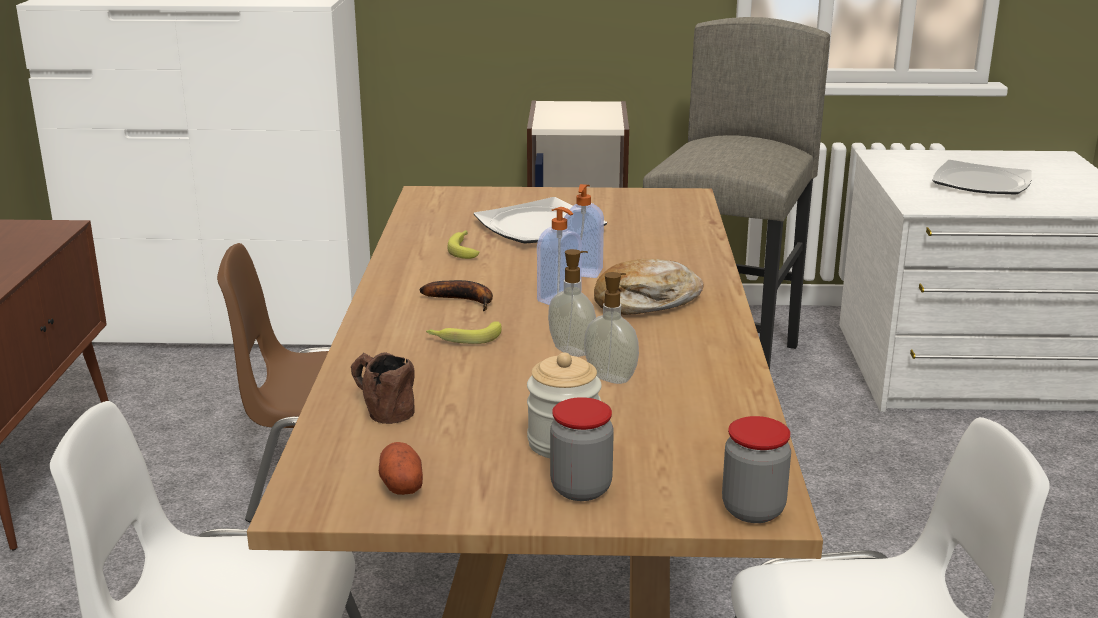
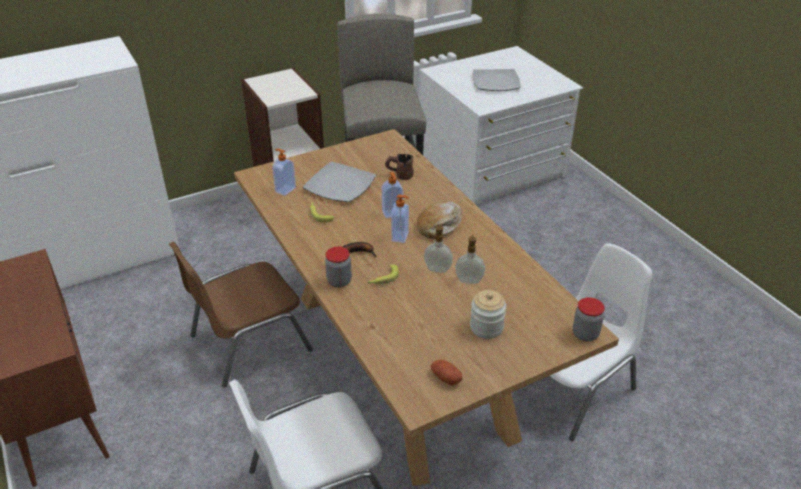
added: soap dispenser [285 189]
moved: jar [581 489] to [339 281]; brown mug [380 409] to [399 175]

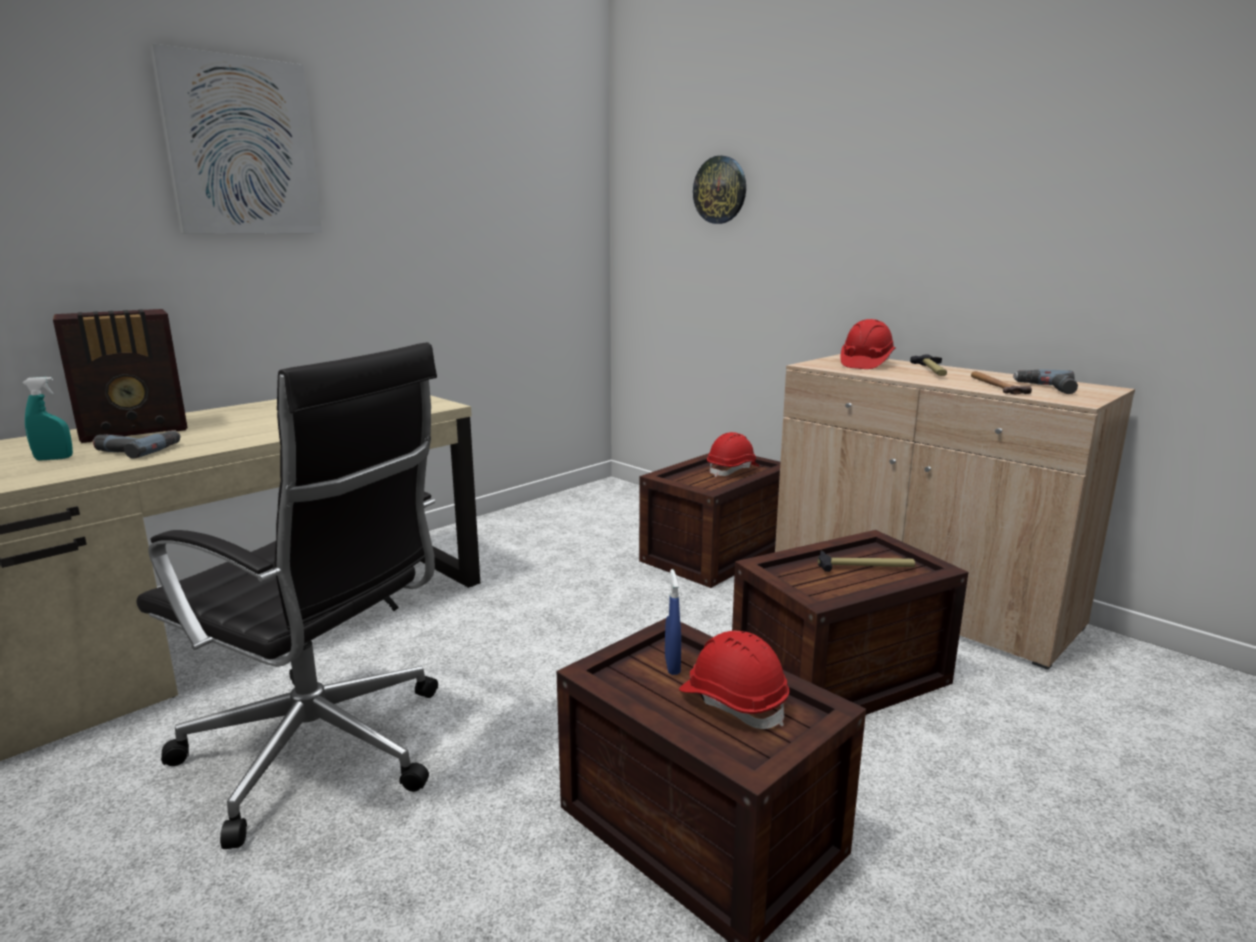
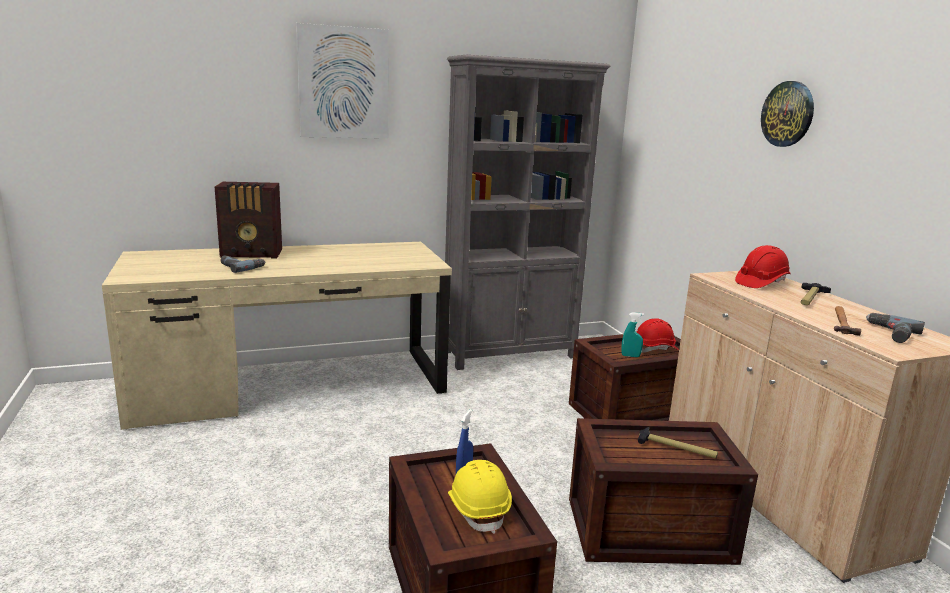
removed: black office chair [322 752]
added: grey bookcase [510 354]
moved: turquoise spray bottle [54 459] to [630 356]; wall clock [720 190] to [788 114]
recoloured: red hard hat [733 702] to yellow hard hat [478 509]

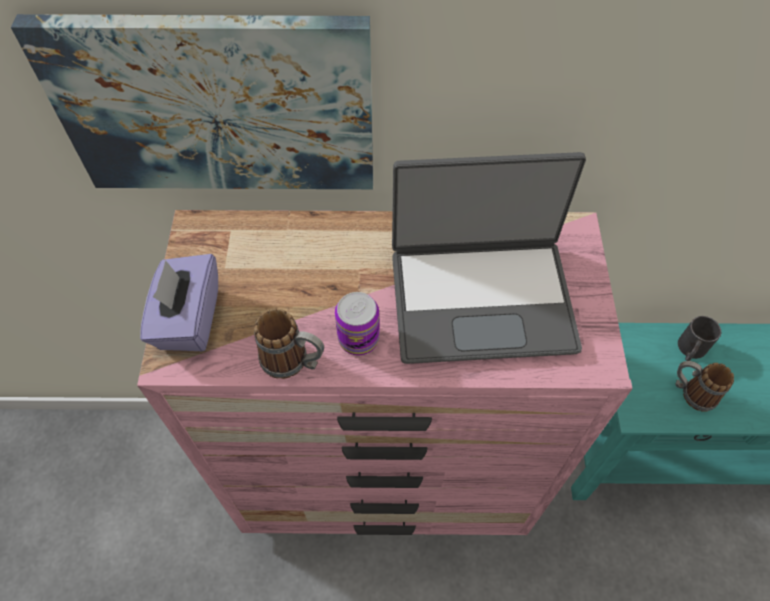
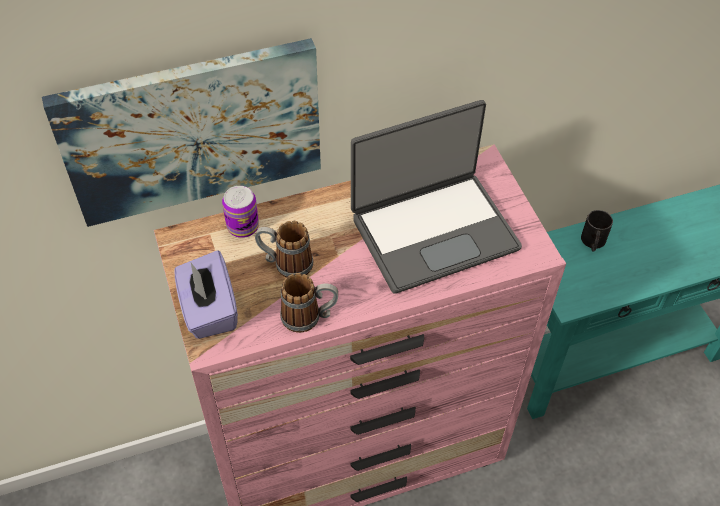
moved: can [358 339] to [243 226]; mug [691 392] to [285 264]

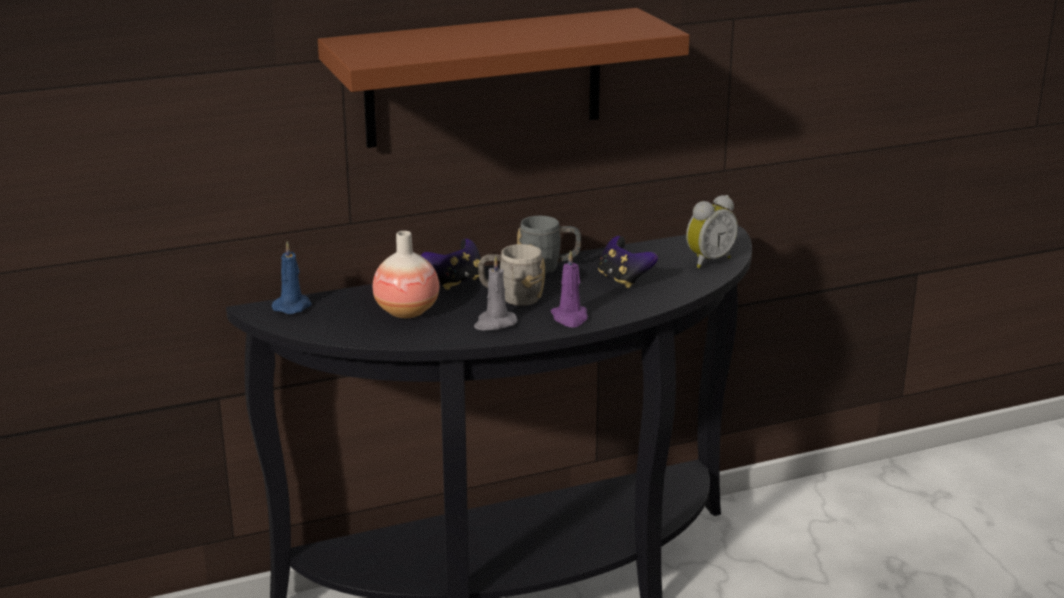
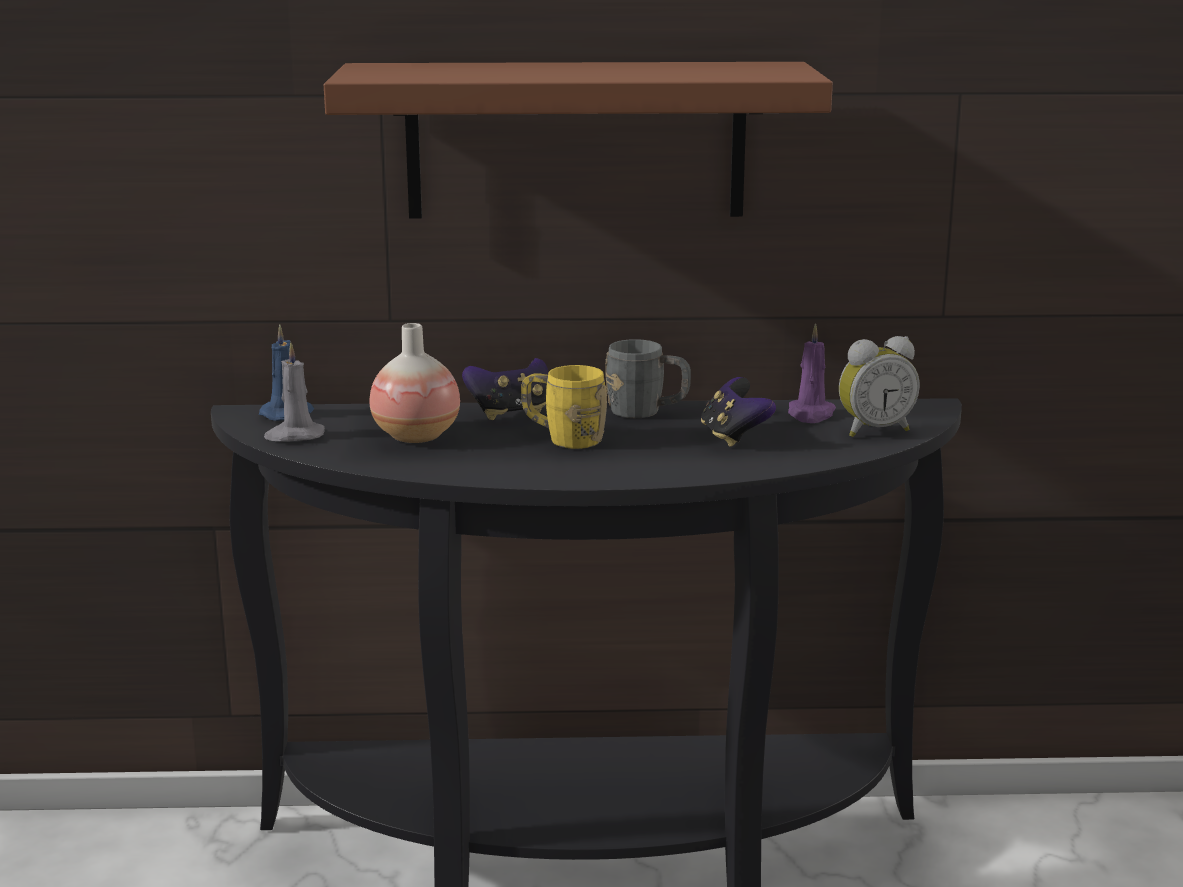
moved: grey candle [494 323] to [294 436]; purple candle [570 318] to [810 414]
recoloured: grey mug [512 298] to yellow mug [564 439]

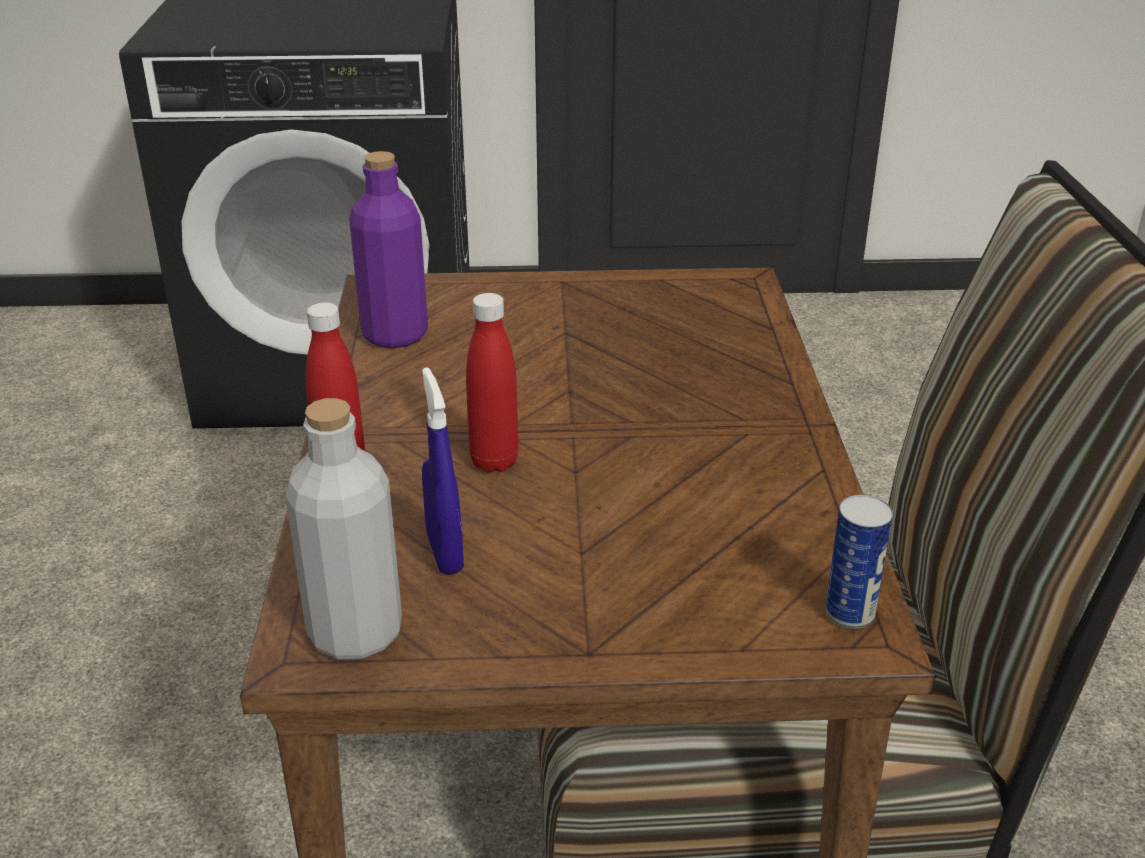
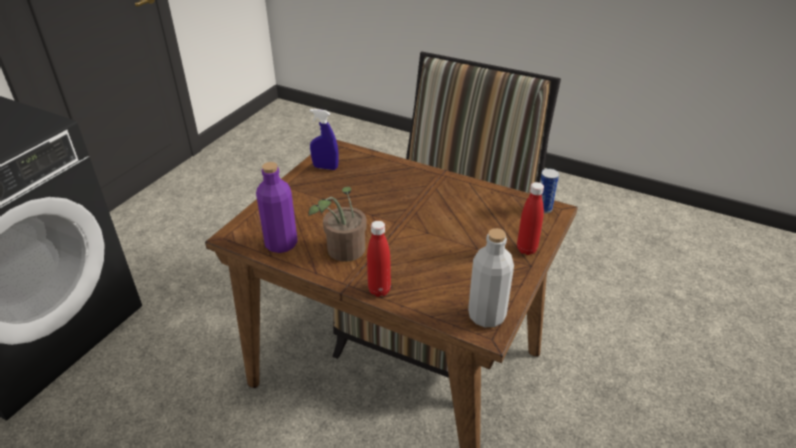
added: potted plant [343 252]
moved: blue spray bottle [445 554] to [325 167]; red bottle [494 462] to [526 249]

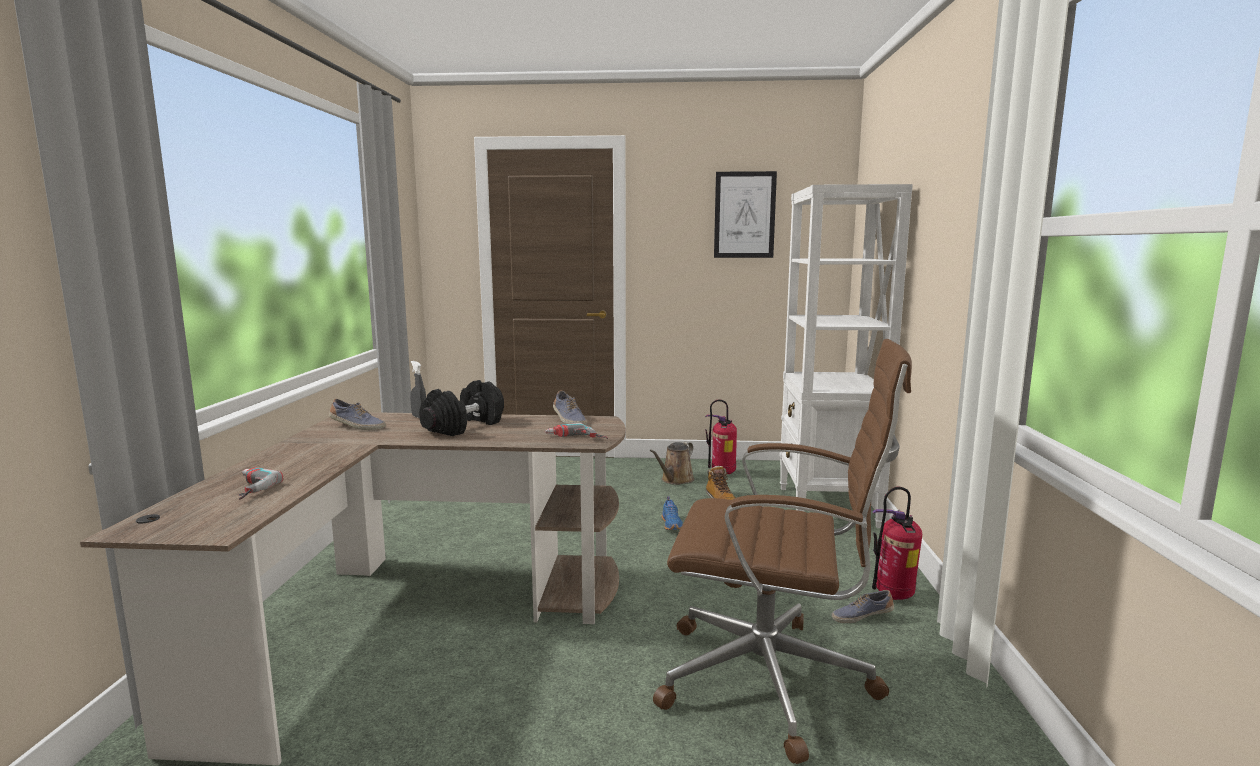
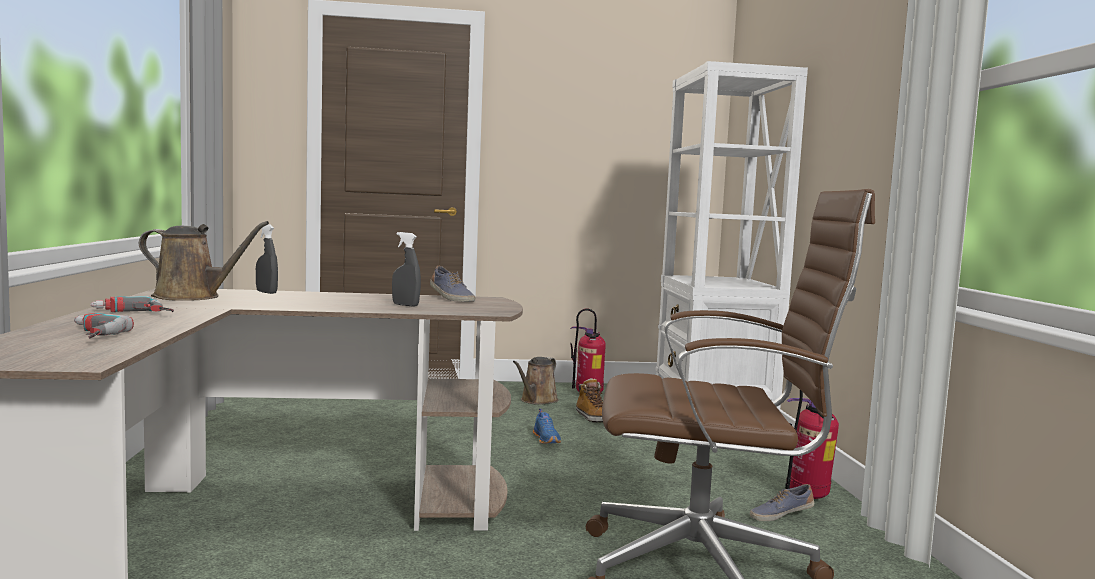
removed: black dumbbell [464 426]; picture [744 215]
added: grey spray bottle [405 305]
moved: power drill [575 439] to [131 314]
replaced: shoe [357 427] to brown watering can [192 297]

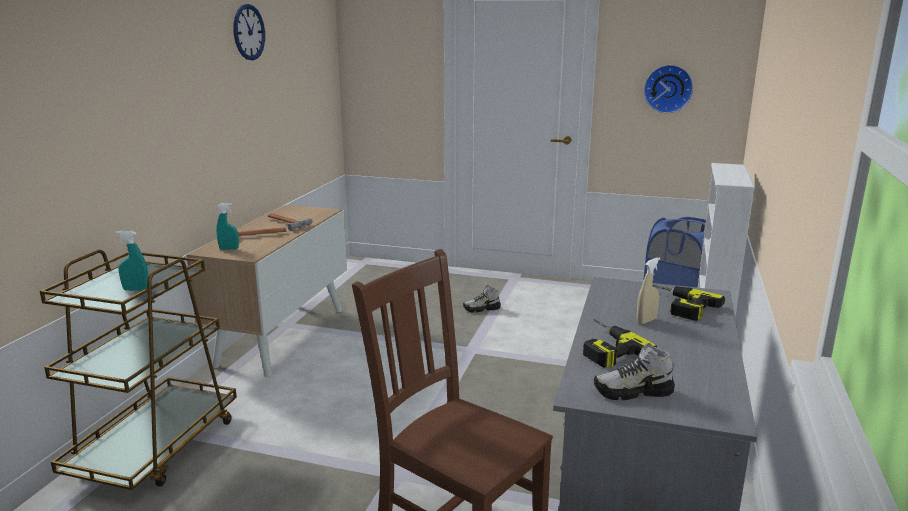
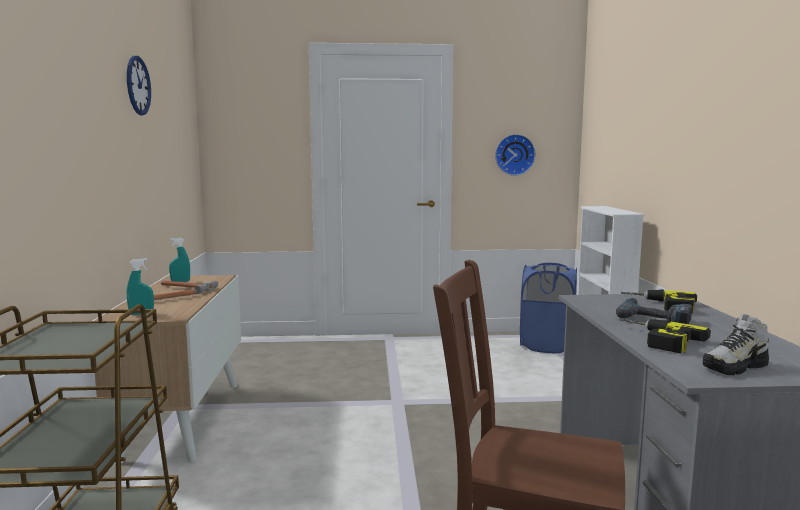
removed: shoe [481 309]
moved: turquoise spray bottle [136 289] to [180 281]
replaced: beige spray bottle [646 321] to power drill [654 318]

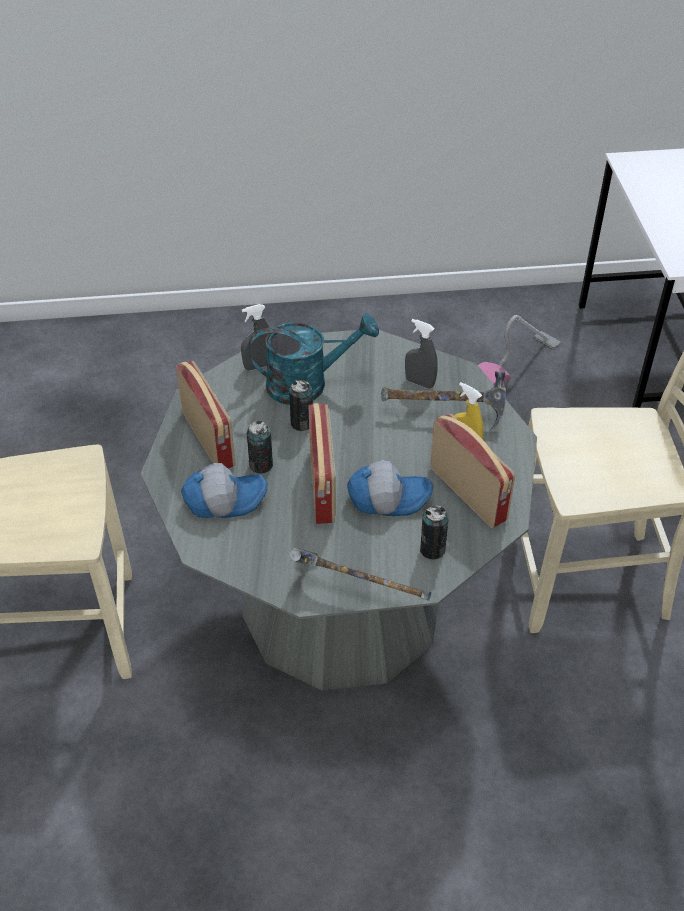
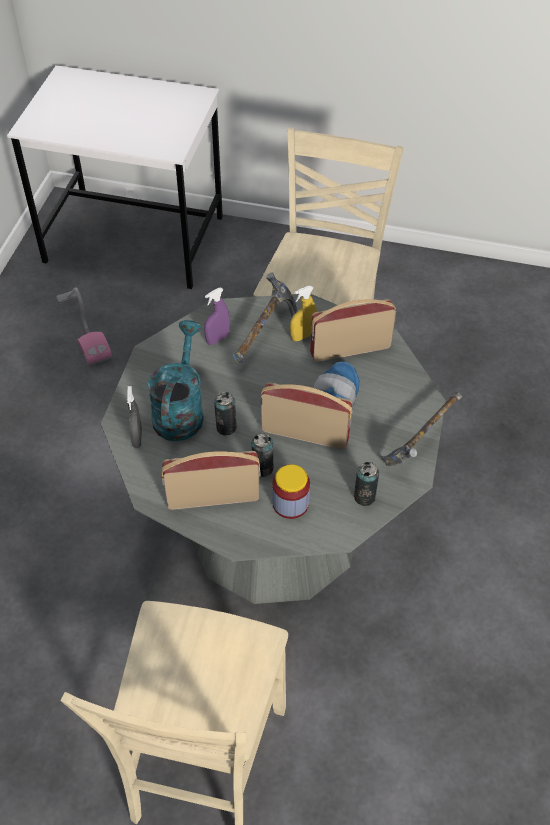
moved: can [432 550] to [364 497]
replaced: cap [224 499] to jar [290 503]
recoloured: grey spray bottle [419 383] to purple spray bottle [217 339]

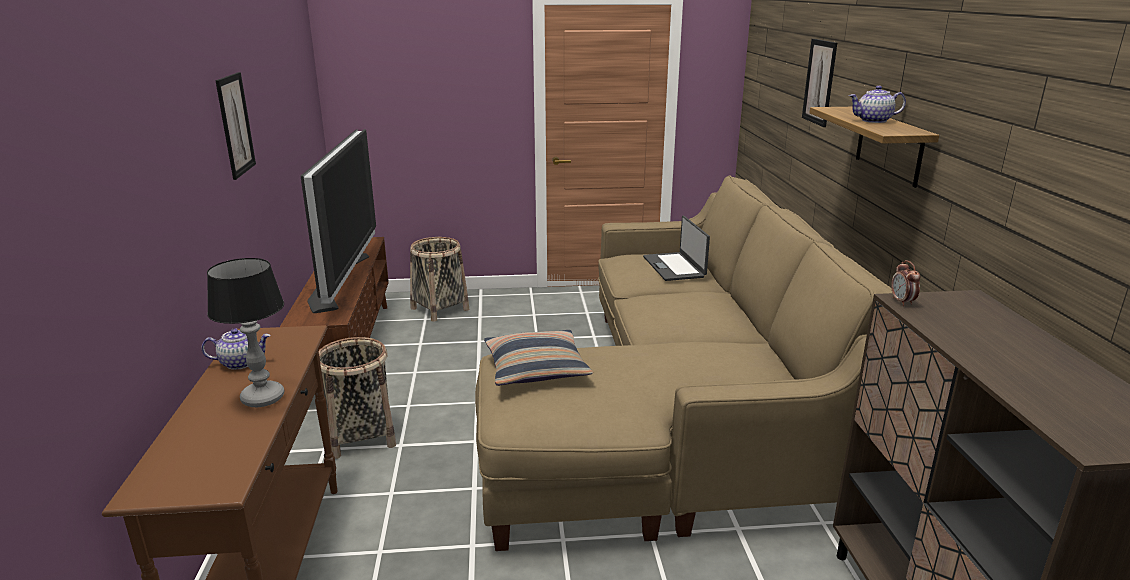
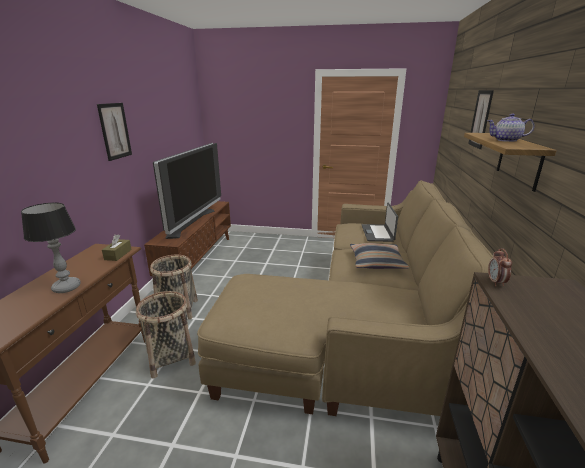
removed: teapot [240 363]
added: brown tissue box [118 254]
moved: basket [440 309] to [171 358]; pillow [536 368] to [376 262]

